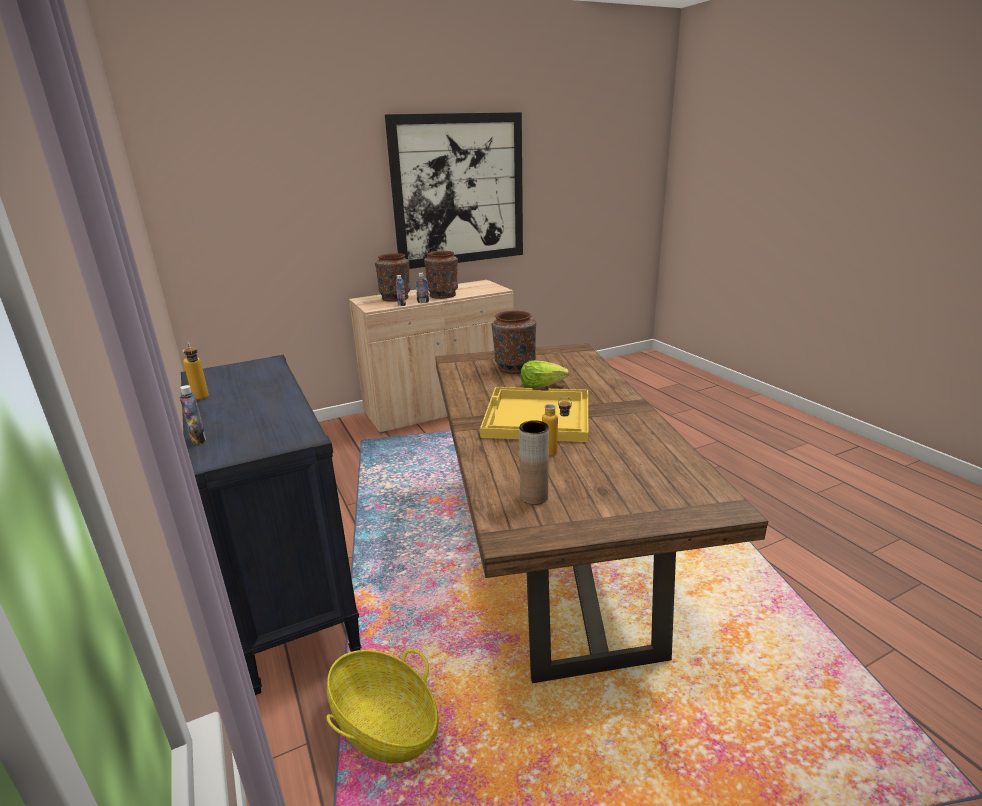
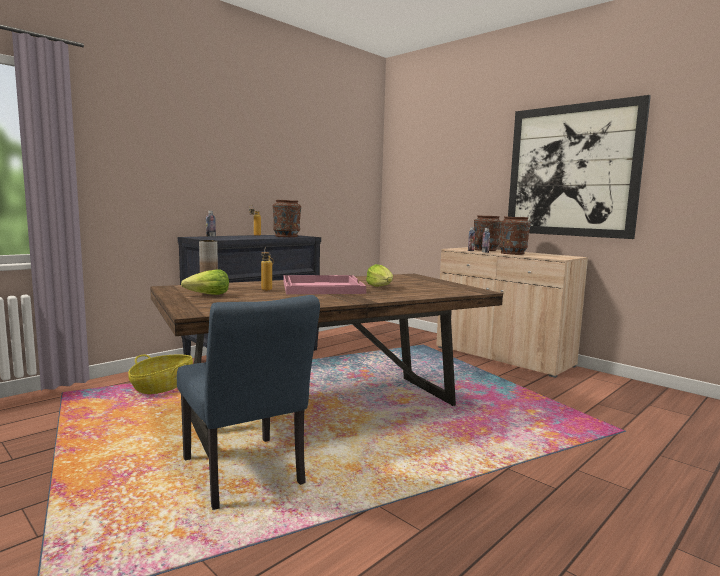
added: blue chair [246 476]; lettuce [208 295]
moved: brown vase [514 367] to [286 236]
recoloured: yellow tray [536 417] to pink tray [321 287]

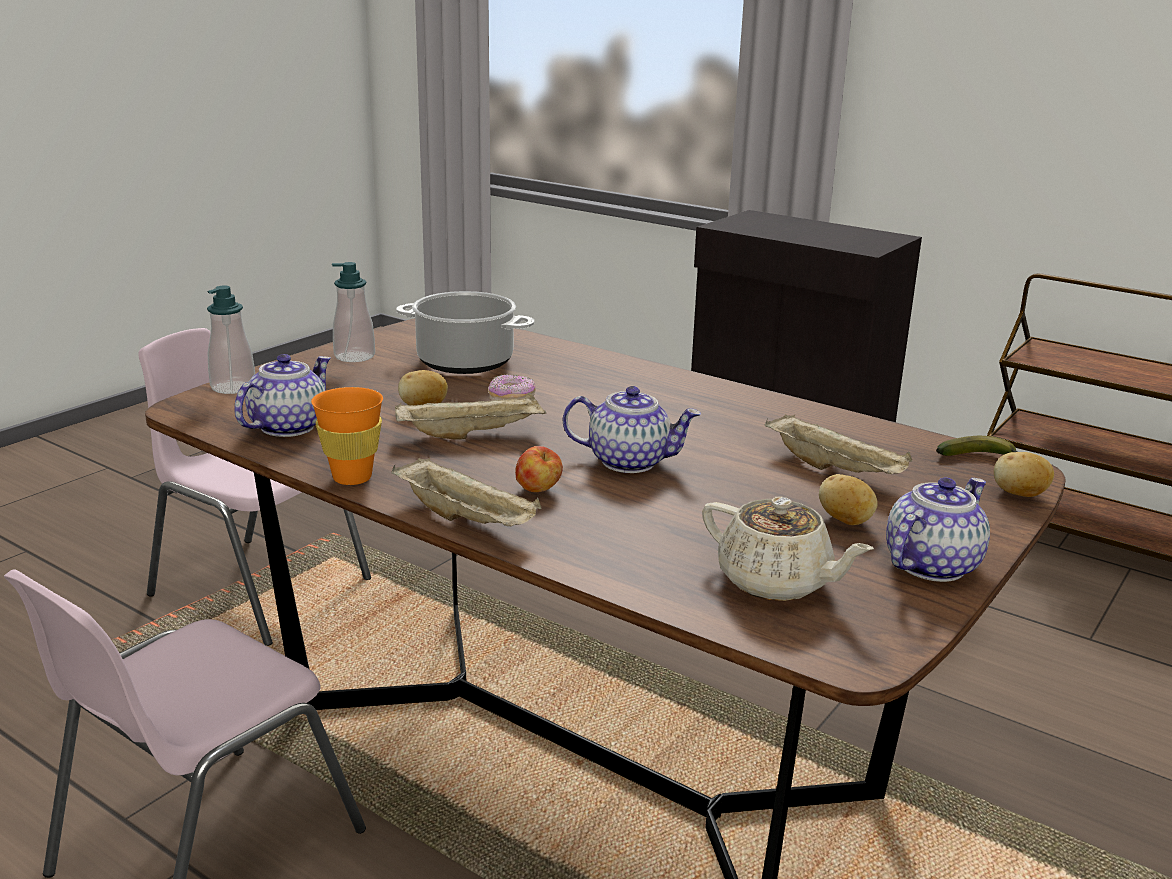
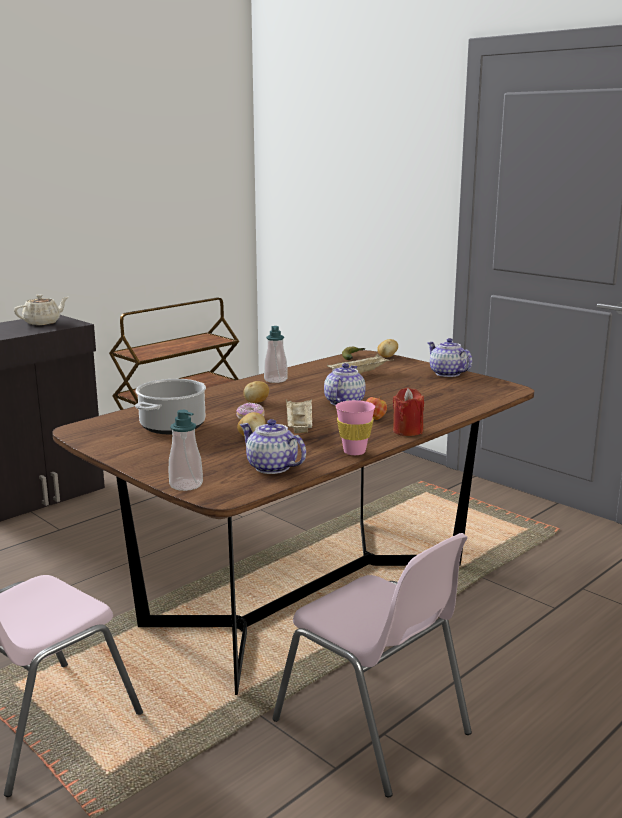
moved: beige teapot [776 582] to [43 322]; potato [845 521] to [256 402]; soap dispenser [354 356] to [275 380]
replaced: beige tray [467 519] to red candle [407 431]
recoloured: orange cup [352 478] to pink cup [354 452]

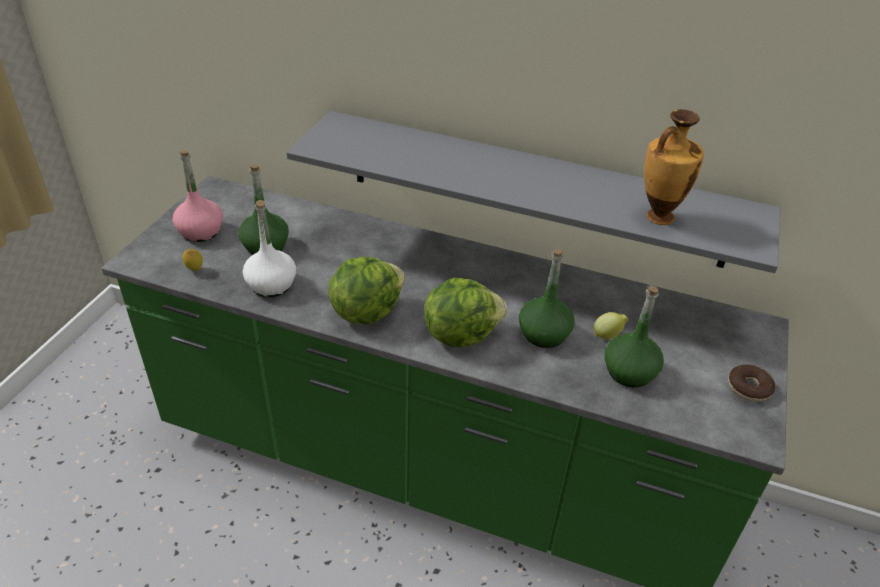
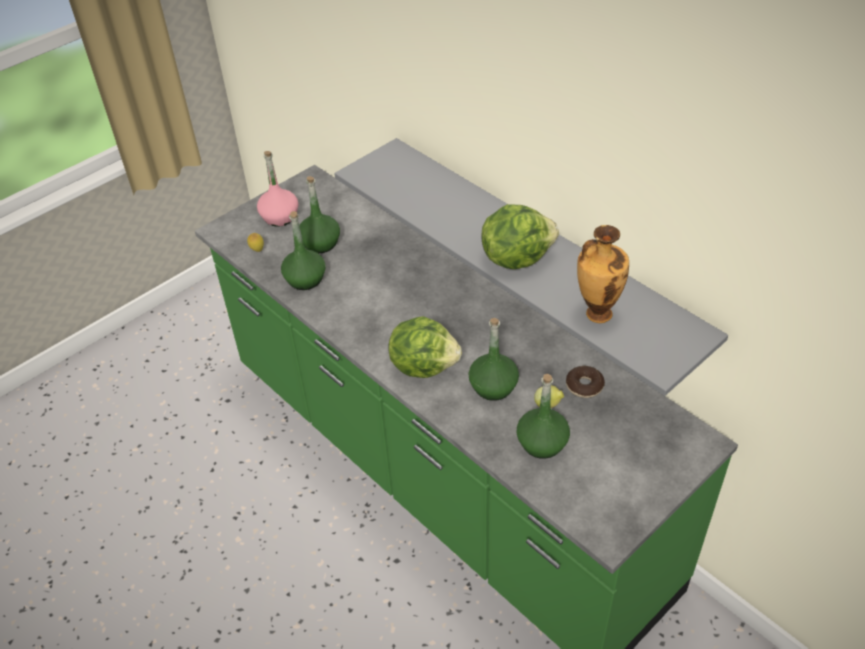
moved: lettuce [366 311] to [516 257]; donut [749 388] to [584 386]
recoloured: white bottle [272 285] to green bottle [305 279]

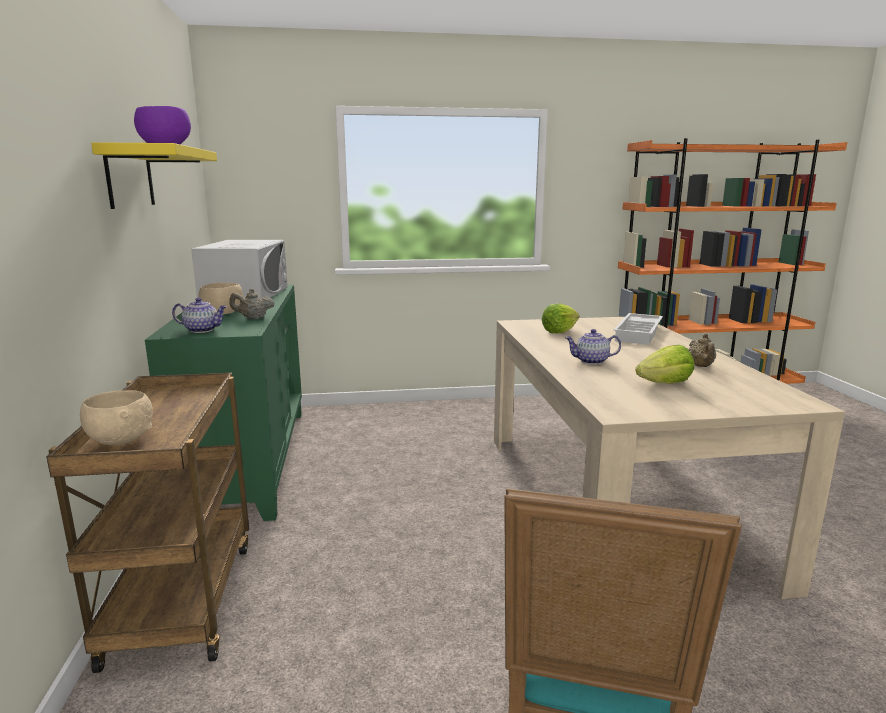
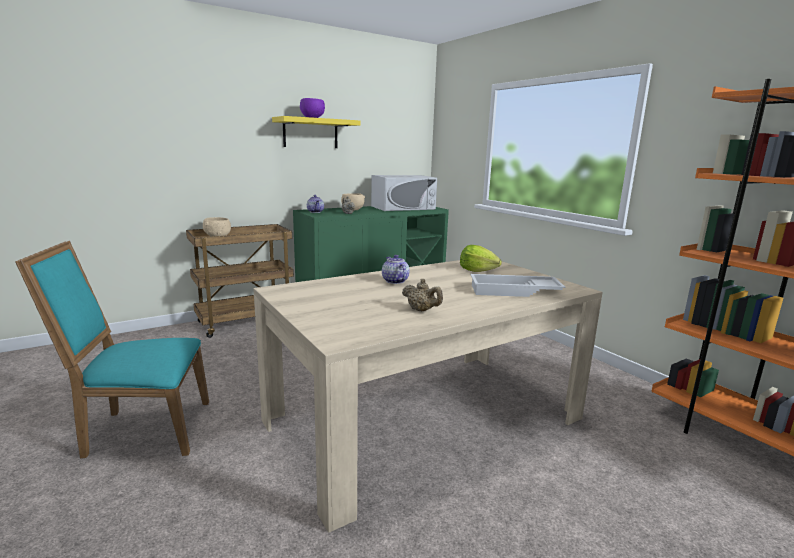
removed: lettuce [664 383]
turned: beige teapot [701 366] = [421 310] 120 degrees counterclockwise

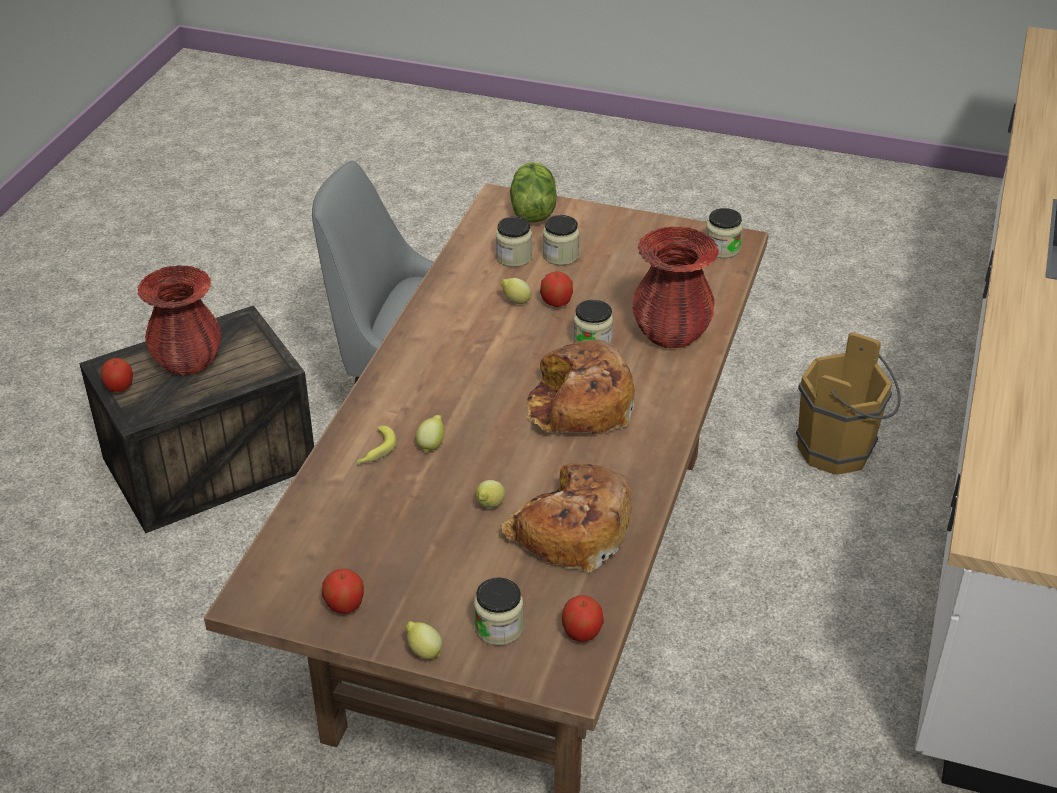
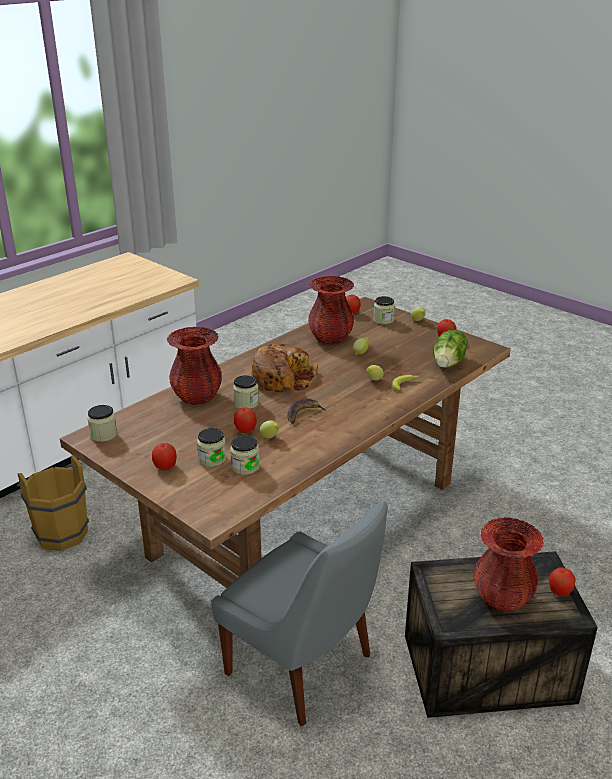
added: apple [165 467]; banana [303 414]
moved: lettuce [532 211] to [449 363]
replaced: bread [570 530] to red vase [330 338]

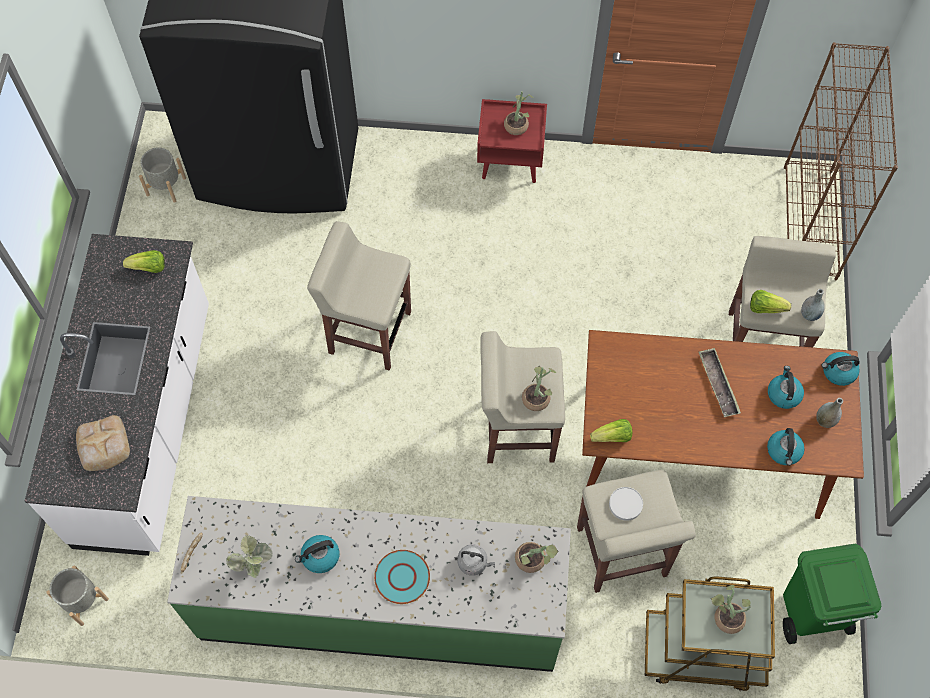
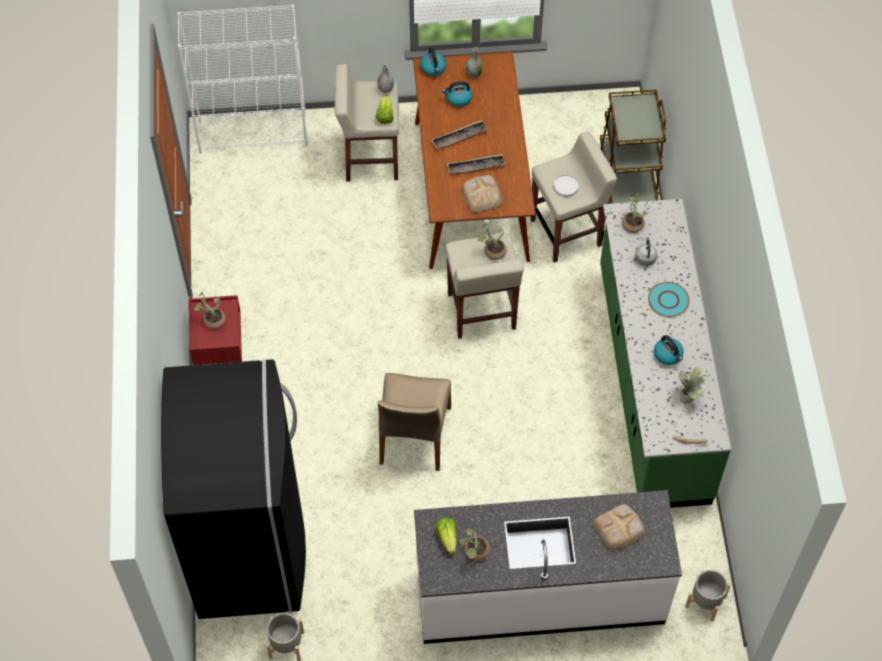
removed: lettuce [612 437]; kettle [784 451]; green trash can [810 614]
added: tray [476 166]; bread [482 195]
moved: potted plant [726 616] to [474 553]
replaced: beige stool [368 332] to beige chair [414 436]
recoloured: brown bookcase [810 223] to white bookcase [253 133]

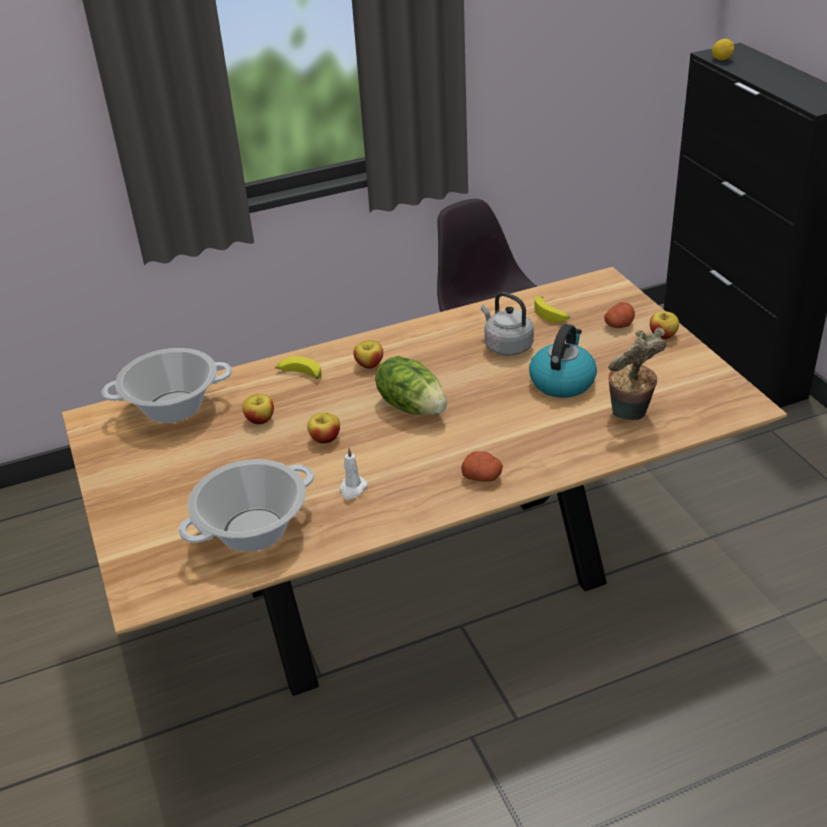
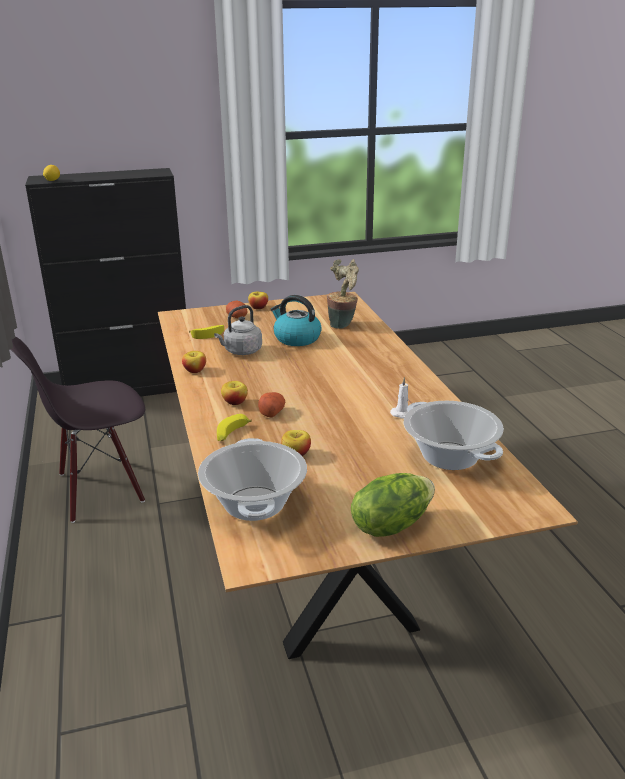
moved: apple [325 438] to [195 370]; potato [483 476] to [271 412]; lettuce [412 406] to [391 524]

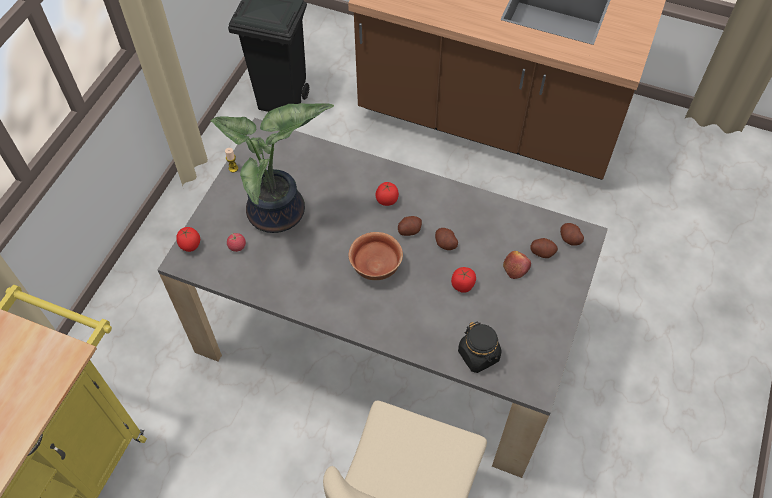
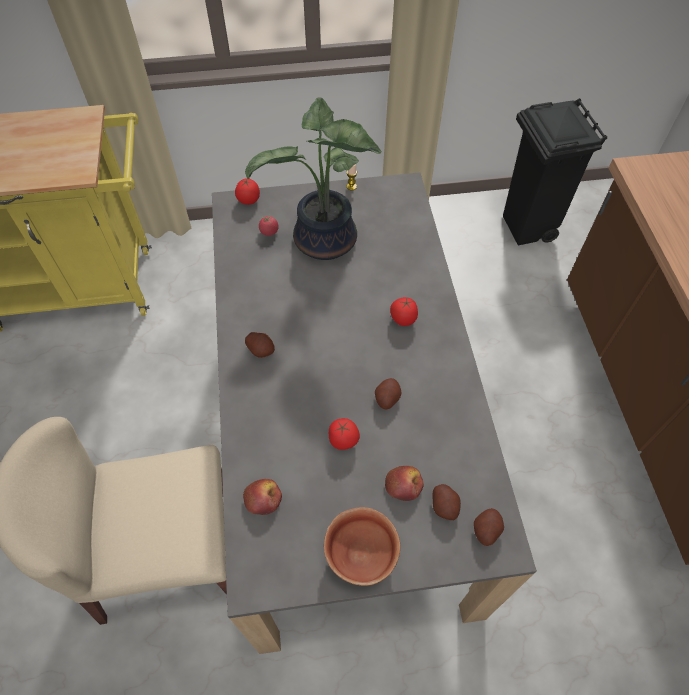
moved: potato [409 230] to [261 349]; bowl [375 267] to [359 554]
replaced: black jar [479 355] to apple [263 499]

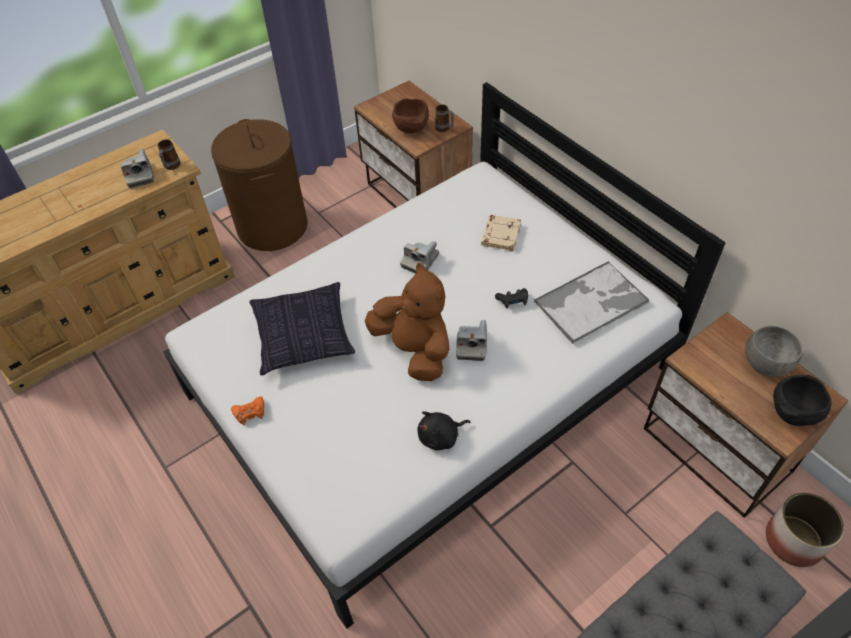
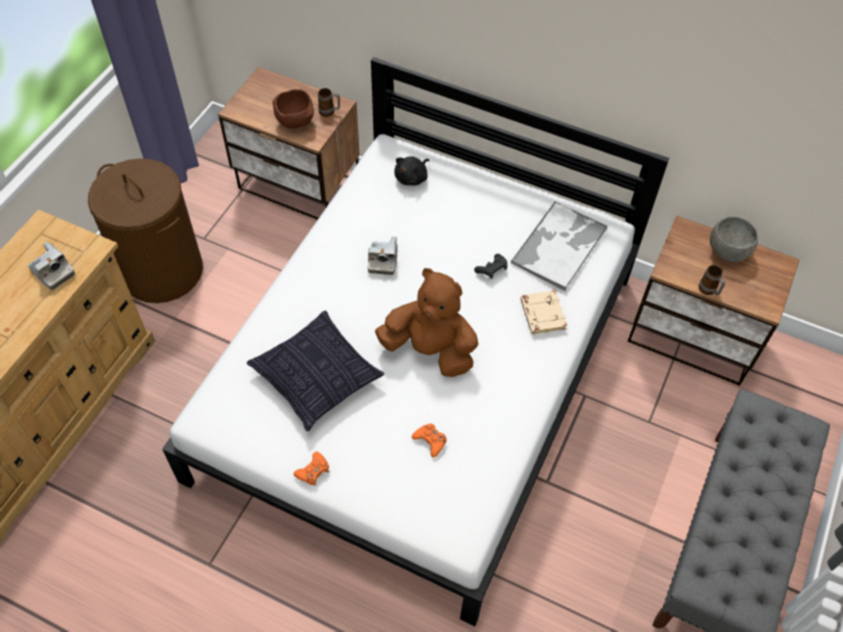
removed: photo camera [471 345]; planter [794 540]; black bowl [792 414]
added: orange game controller [430 441]
moved: black plush toy [441 437] to [412 178]; beige book [500 235] to [542 314]; mug [171 167] to [709 291]

